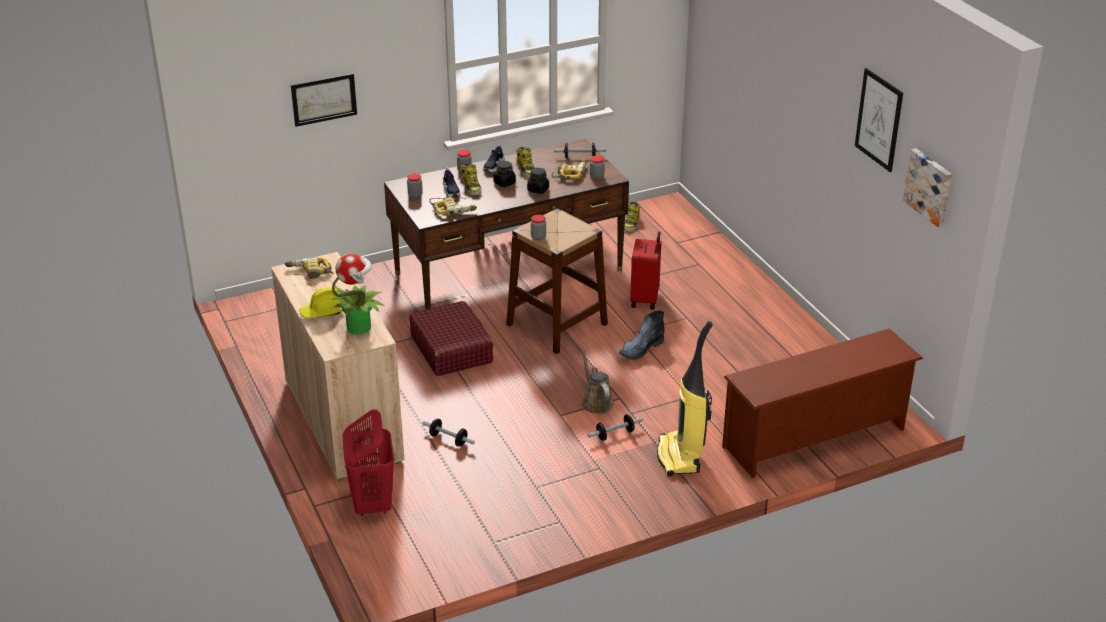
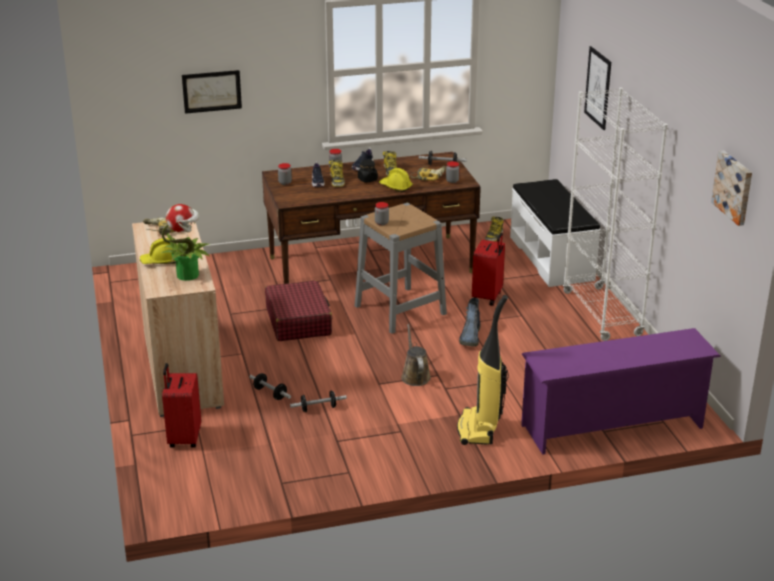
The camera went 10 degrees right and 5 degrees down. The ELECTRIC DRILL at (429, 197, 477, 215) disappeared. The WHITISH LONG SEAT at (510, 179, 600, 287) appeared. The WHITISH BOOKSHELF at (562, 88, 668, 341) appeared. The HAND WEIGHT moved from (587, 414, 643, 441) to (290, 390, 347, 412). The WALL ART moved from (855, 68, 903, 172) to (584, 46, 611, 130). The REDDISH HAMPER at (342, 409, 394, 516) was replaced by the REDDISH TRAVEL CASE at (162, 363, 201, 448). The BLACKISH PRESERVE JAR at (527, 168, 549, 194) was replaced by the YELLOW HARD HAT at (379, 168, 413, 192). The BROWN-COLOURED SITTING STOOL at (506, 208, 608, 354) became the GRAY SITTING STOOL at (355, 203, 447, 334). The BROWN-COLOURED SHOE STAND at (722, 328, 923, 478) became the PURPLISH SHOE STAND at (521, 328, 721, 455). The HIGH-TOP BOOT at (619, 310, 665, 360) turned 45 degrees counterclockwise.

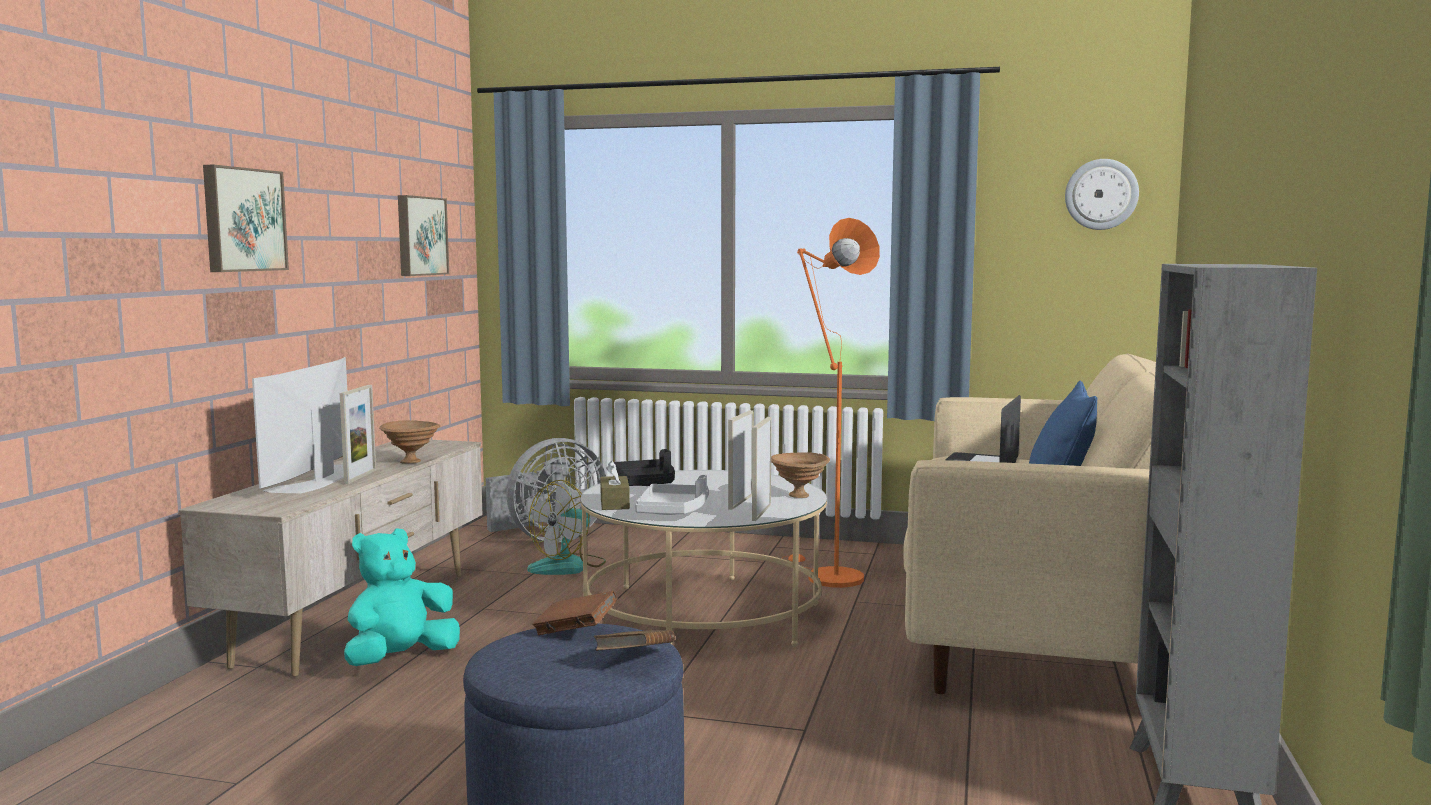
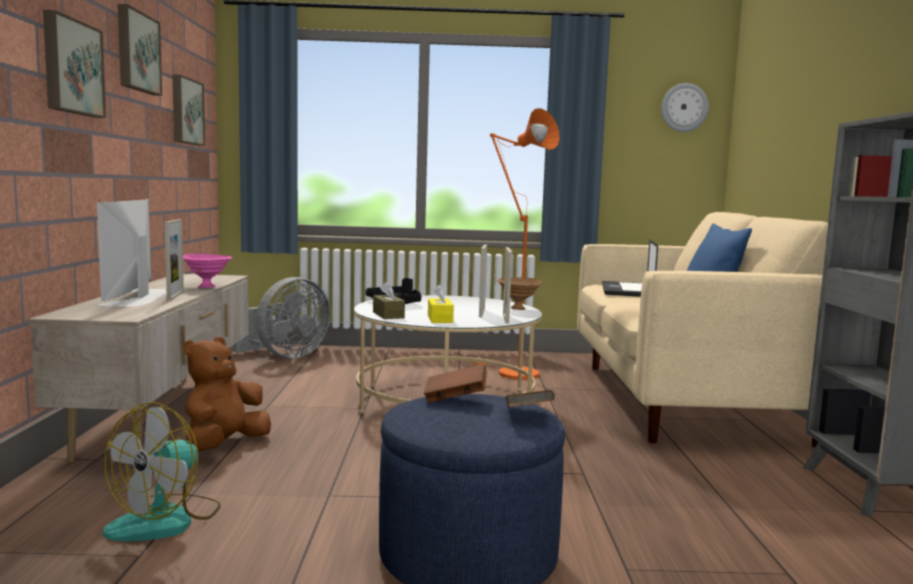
The camera went 15 degrees left and 0 degrees up. The WALL ART at (118, 4, 162, 96) appeared. The COOLING FAN moved from (528, 480, 606, 575) to (103, 402, 221, 541). The GRAY SERVING TRAY at (635, 475, 709, 515) was replaced by the YELLOW TISSUE BOX at (428, 284, 454, 323). The BLUE-GREEN PLUSH TOY at (344, 528, 460, 666) became the BROWN-COLOURED PLUSH TOY at (184, 337, 271, 451). The BROWN-COLOURED BOWL at (379, 420, 441, 464) became the PINKISH BOWL at (183, 254, 232, 288).

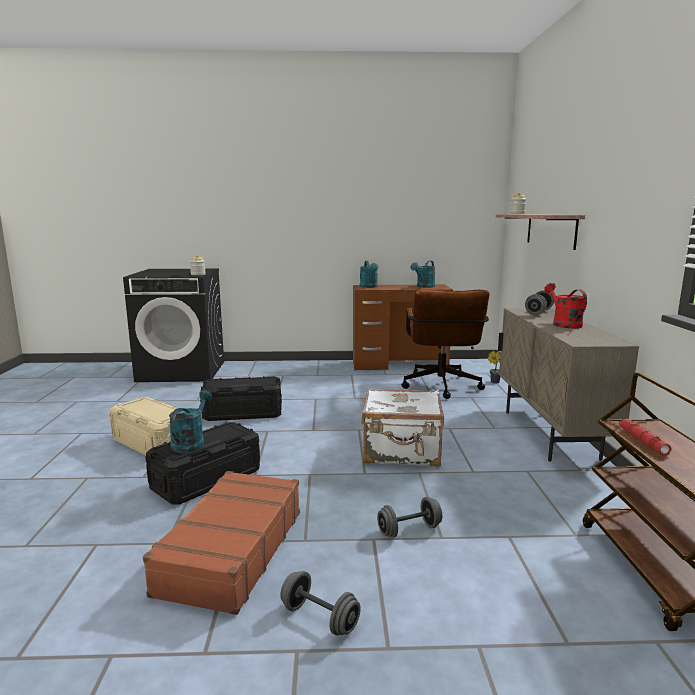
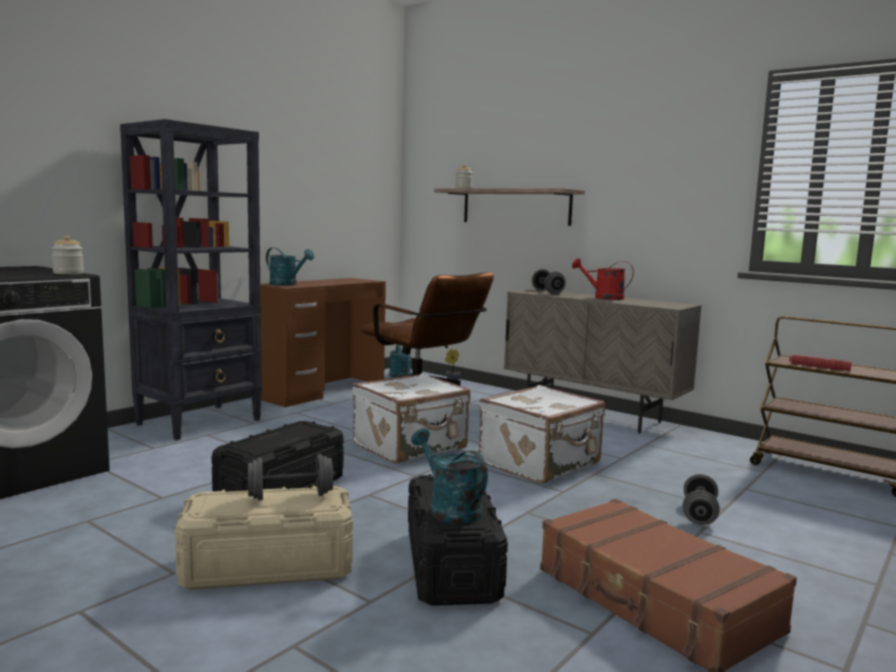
The camera went 50 degrees left and 5 degrees down. The BLACKISH BOOKSHELF at (120, 119, 262, 441) appeared. The WHITISH TRAVEL CASE at (353, 373, 470, 463) appeared. The GRAY HAND WEIGHT moved from (280, 571, 361, 636) to (244, 454, 336, 501). The BLUE-GREEN WATERING POT moved from (411, 261, 435, 288) to (389, 344, 411, 377).

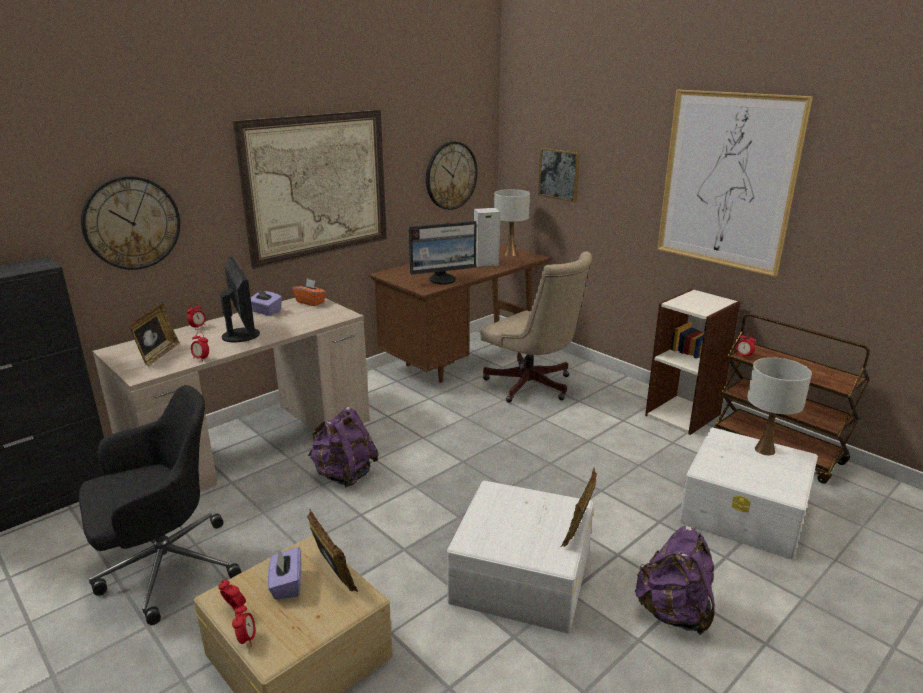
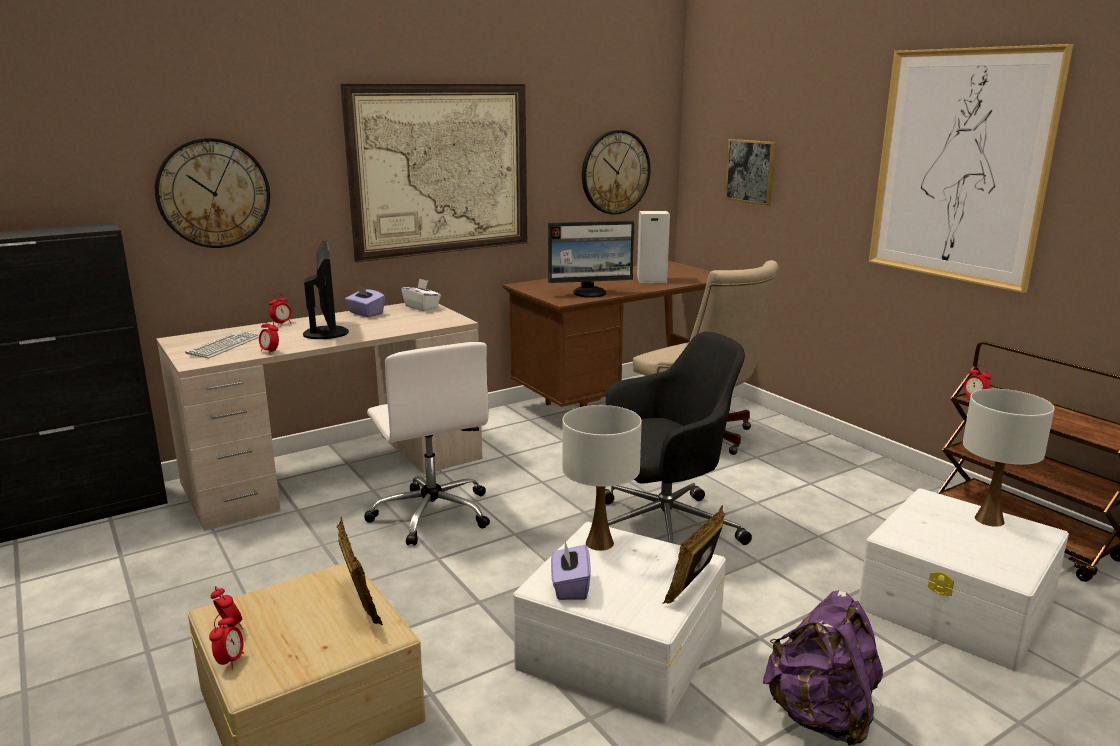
The camera went 10 degrees right and 5 degrees down. The BOOKSHELF at (645, 289, 741, 435) disappeared. The BLACKISH DESK CHAIR moved from (79, 385, 242, 625) to (605, 332, 752, 545). The PURPLISH TISSUE BOX moved from (268, 547, 301, 600) to (551, 541, 591, 600). The WHITISH TABLETOP LAMP moved from (494, 189, 530, 256) to (562, 405, 642, 551). The PICTURE FRAME at (130, 304, 180, 366) was replaced by the KEYBOARD at (185, 330, 259, 358). The PURPLISH BACKPACK at (308, 407, 379, 487) was replaced by the WHITISH DESK CHAIR at (364, 342, 490, 546). The ORANGE TISSUE BOX at (292, 279, 326, 306) became the WHITISH TISSUE BOX at (401, 278, 441, 311).

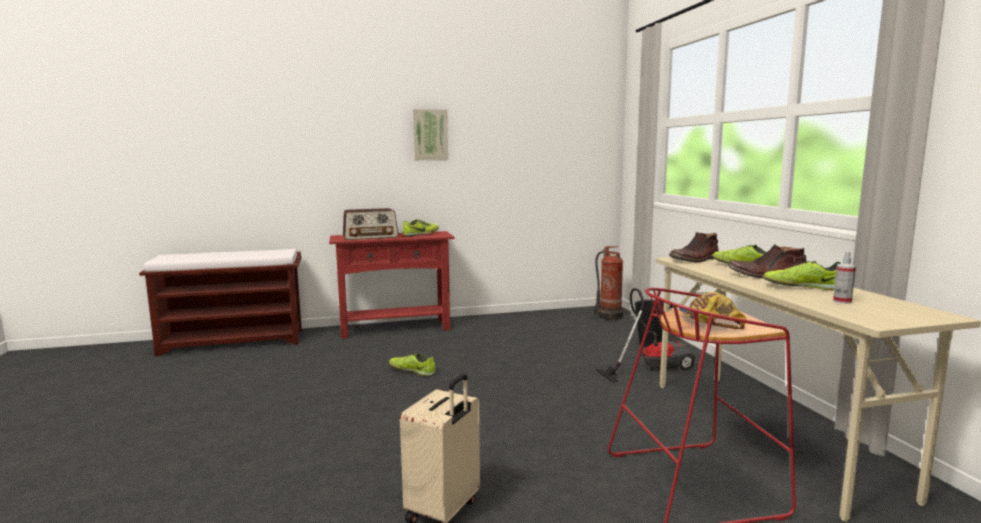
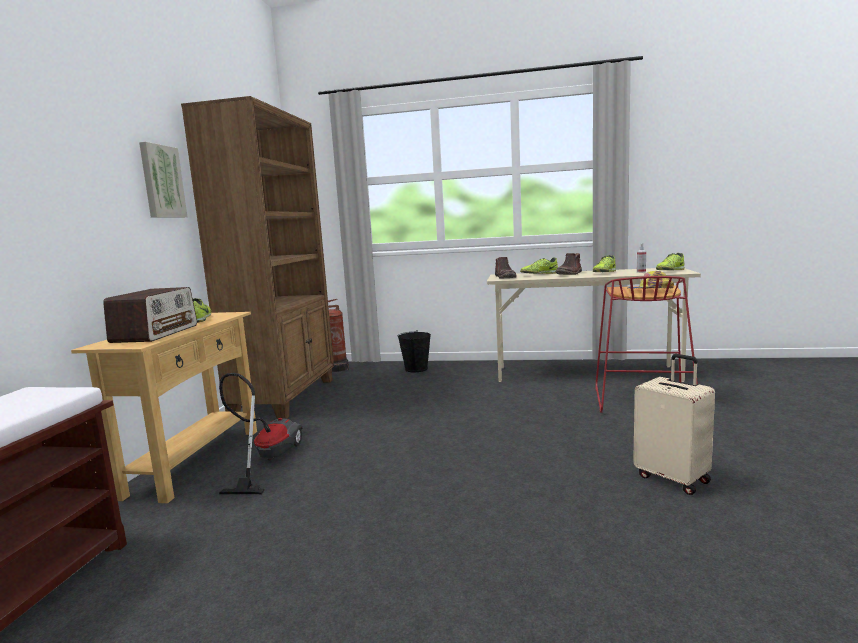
The camera went 65 degrees left and 0 degrees up. The BROWN-COLOURED BOOKSHELF at (181, 96, 334, 419) appeared. The LOW SHOE moved from (389, 353, 436, 376) to (656, 253, 685, 270). The HOOVER moved from (596, 288, 696, 383) to (219, 373, 303, 494). The REDDISH NARROW TABLE at (329, 231, 455, 339) became the SAND-COLOURED NARROW TABLE at (71, 312, 257, 503).

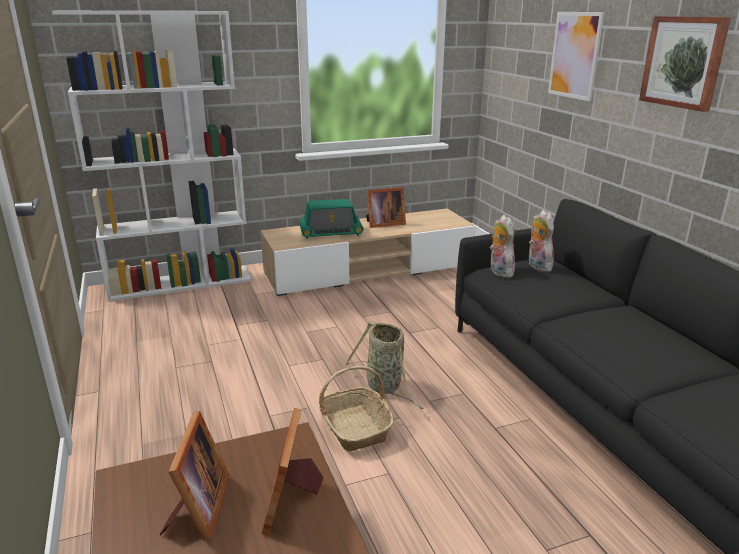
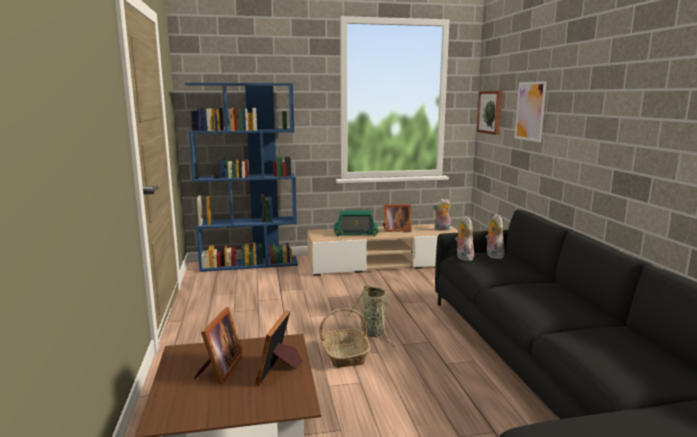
The camera went 10 degrees right and 10 degrees down. The PLUSH TOY at (433, 199, 451, 231) appeared. The WALL ART moved from (639, 16, 731, 112) to (477, 91, 502, 135). The WHITISH BOOKSHELF at (52, 11, 251, 302) became the BLUE-COLOURED BOOKSHELF at (185, 83, 298, 272).

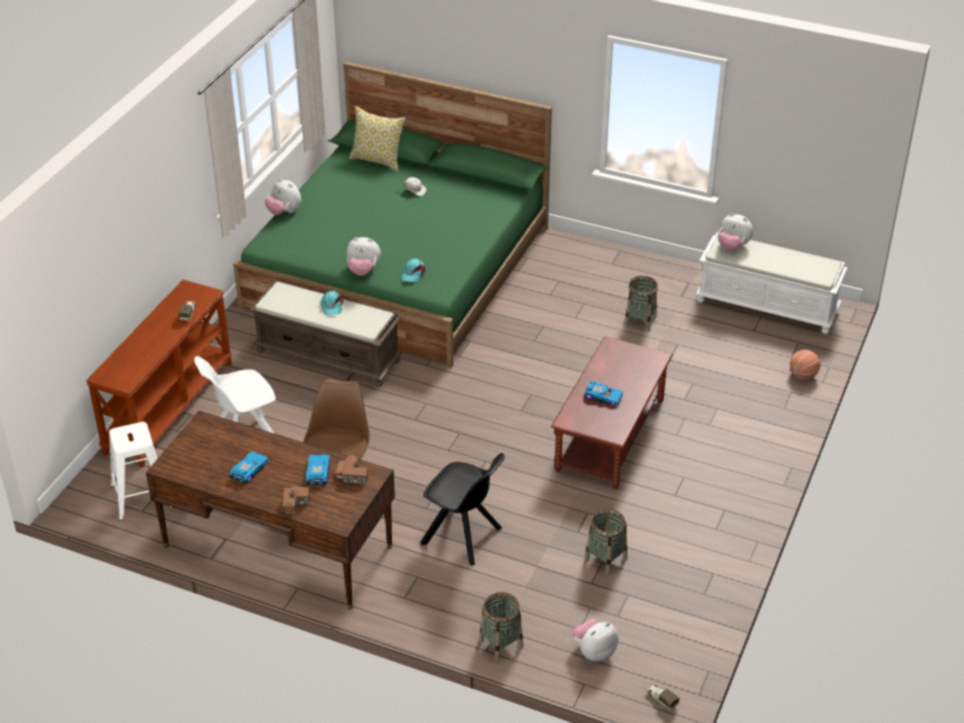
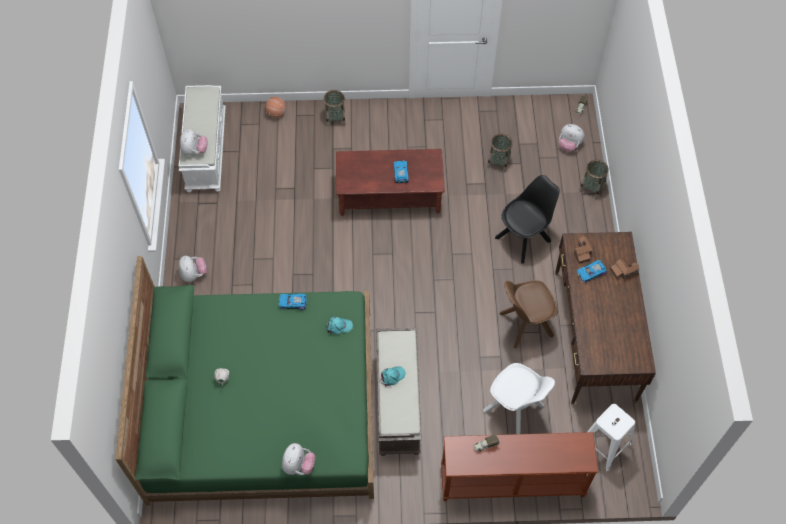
The camera went 115 degrees left and 20 degrees up. The PILLOW at (349, 106, 405, 171) disappeared. The TOY CAR moved from (230, 451, 269, 484) to (279, 294, 307, 310). The PLUSH TOY moved from (347, 237, 381, 276) to (179, 256, 207, 282). The HOUSEHOLD BASKET moved from (624, 276, 658, 331) to (324, 90, 346, 127). The BLACKISH PLAIN CHAIR at (420, 453, 505, 565) turned 45 degrees clockwise.

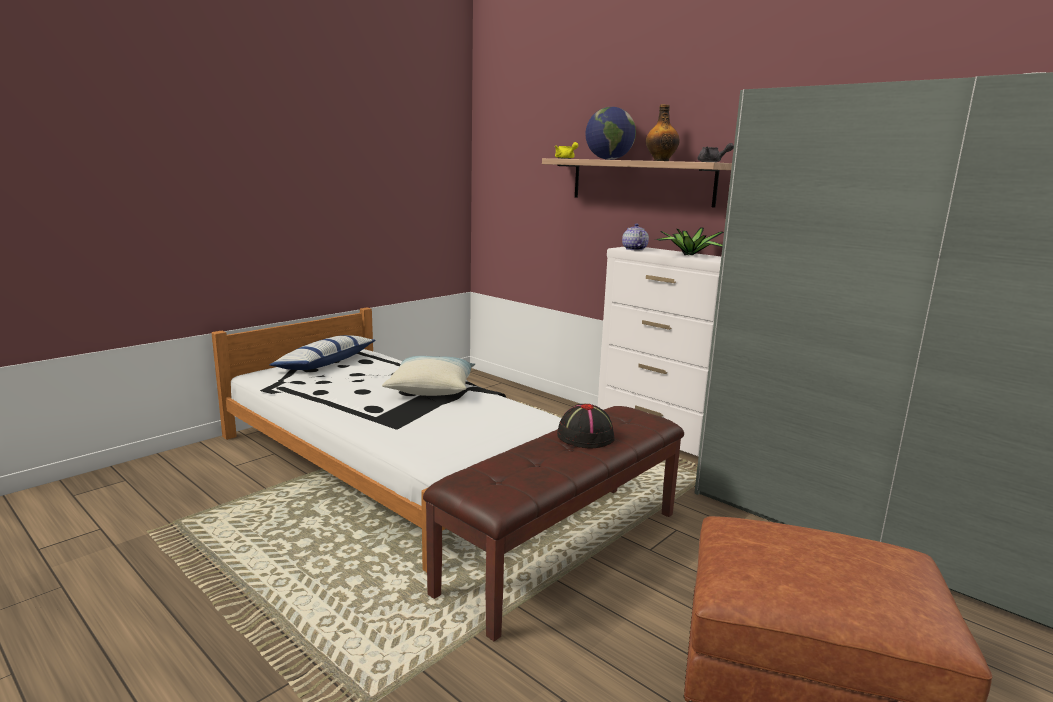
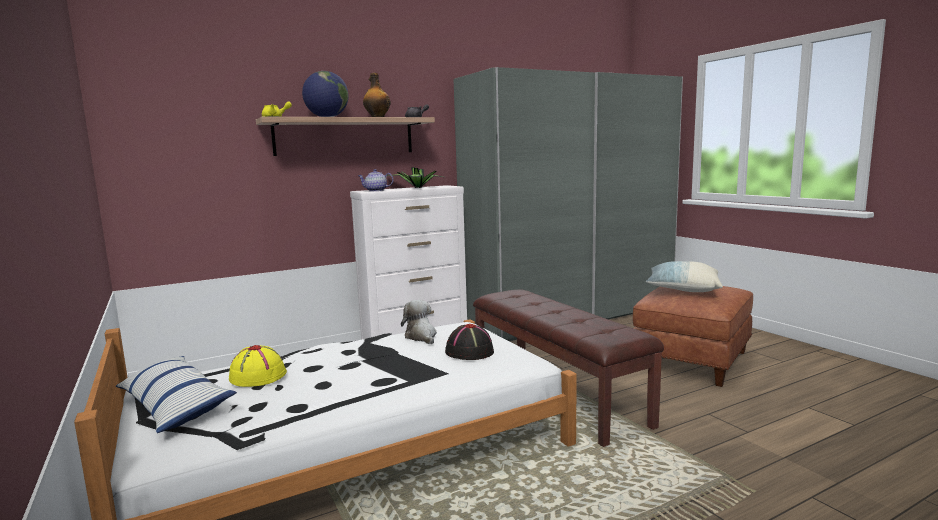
The camera went 70 degrees left and 5 degrees down. The YELLOW HAT at (229, 345, 287, 387) appeared. The PLUSH TOY at (401, 299, 437, 344) appeared. The PILLOW moved from (382, 356, 475, 396) to (646, 261, 723, 292). The BLACKISH HAT moved from (557, 404, 615, 449) to (445, 324, 494, 360).

